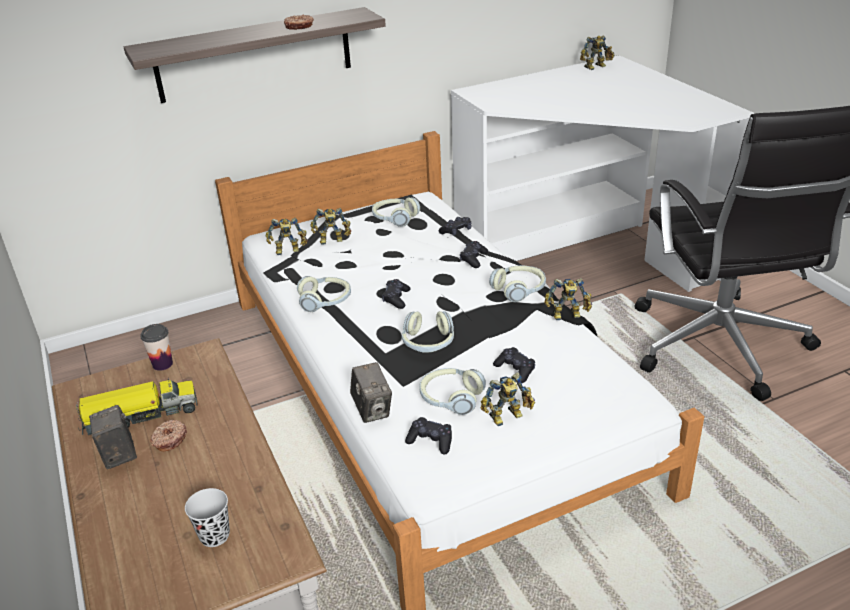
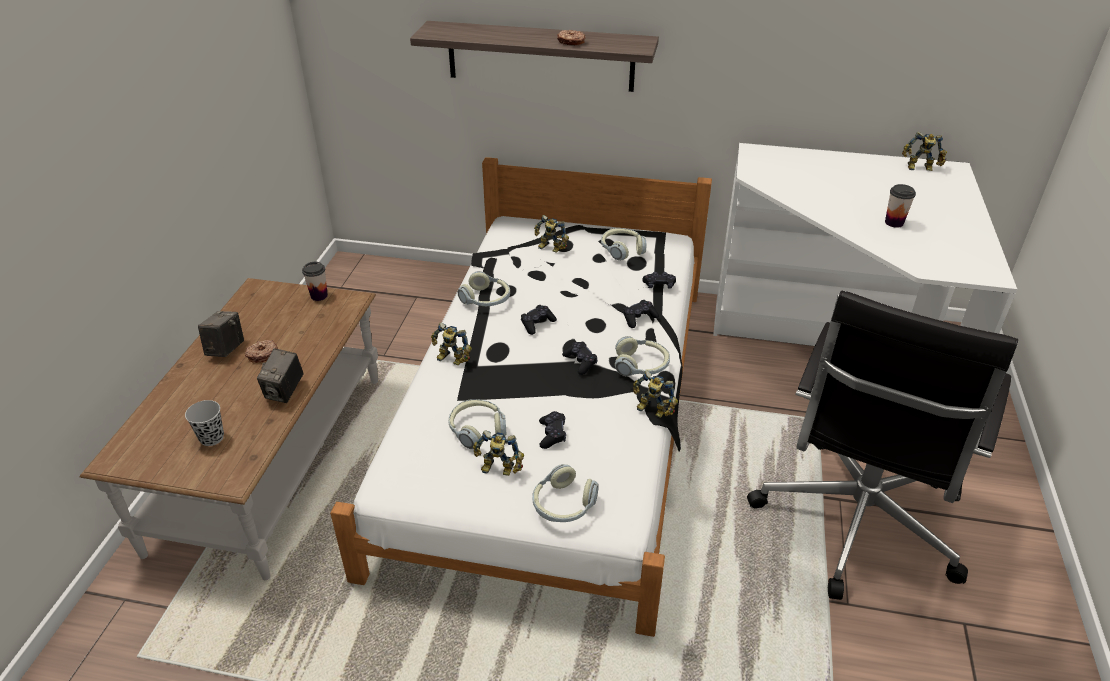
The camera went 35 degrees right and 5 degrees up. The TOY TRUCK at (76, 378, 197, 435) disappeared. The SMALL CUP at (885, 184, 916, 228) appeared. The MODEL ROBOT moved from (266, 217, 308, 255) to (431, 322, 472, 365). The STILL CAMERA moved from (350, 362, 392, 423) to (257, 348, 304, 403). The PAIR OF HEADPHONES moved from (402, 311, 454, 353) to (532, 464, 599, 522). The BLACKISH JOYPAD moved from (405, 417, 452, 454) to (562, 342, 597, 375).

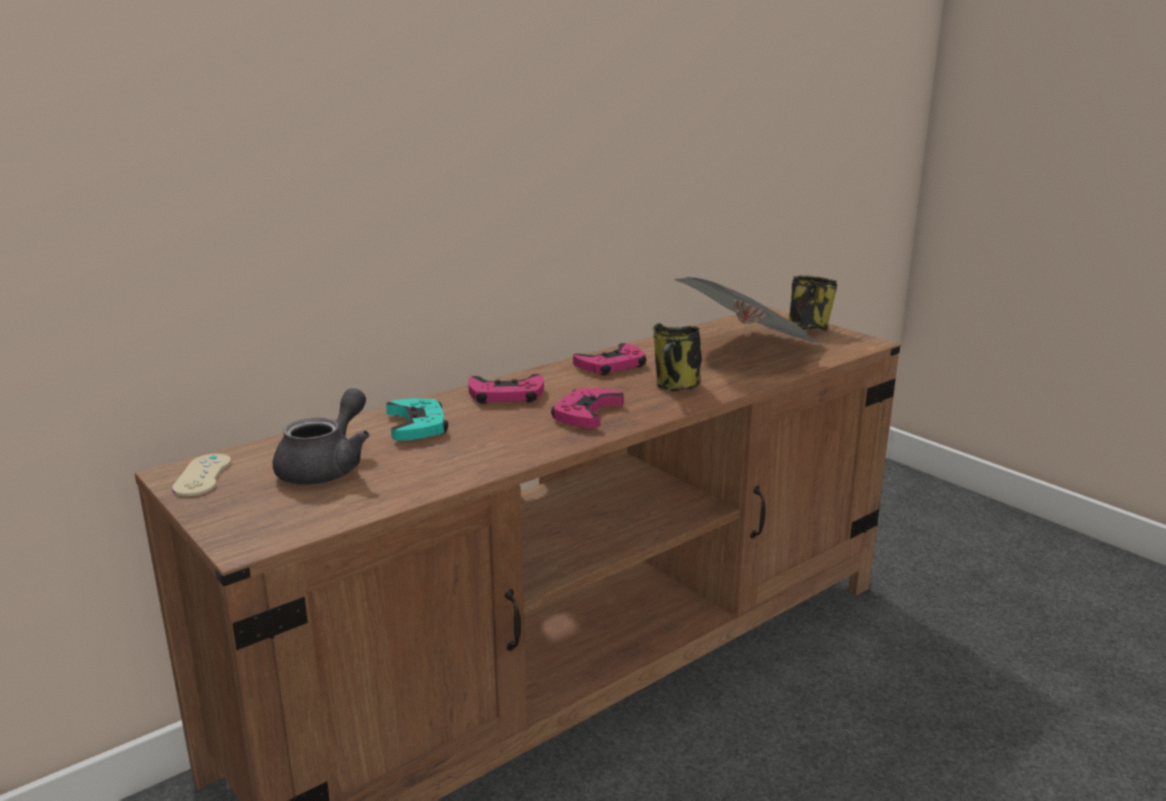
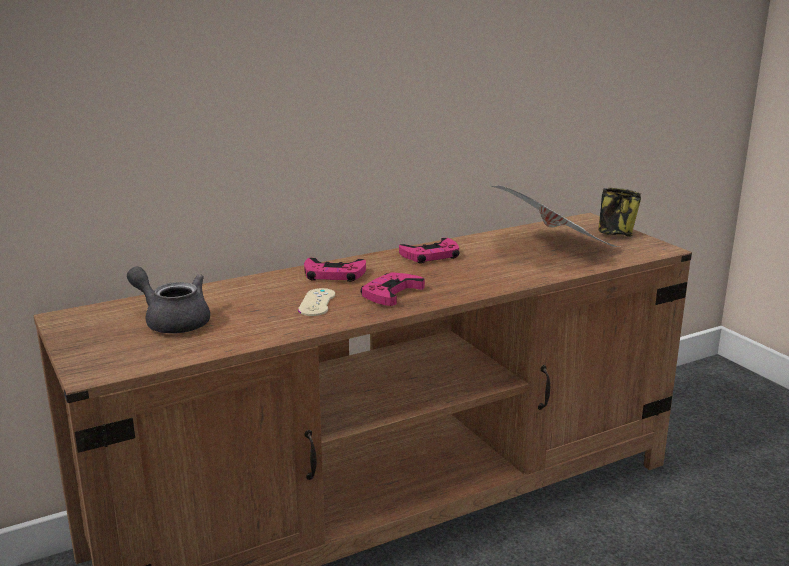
The camera went 10 degrees right and 0 degrees up. The BLUE-GREEN JOYPAD at (386, 399, 448, 441) disappeared. The MUG at (653, 323, 702, 391) disappeared. The SAND-COLOURED JOYPAD moved from (172, 454, 231, 496) to (298, 288, 335, 316). The GRAY POT FOR TEA at (273, 388, 370, 485) turned 90 degrees counterclockwise.

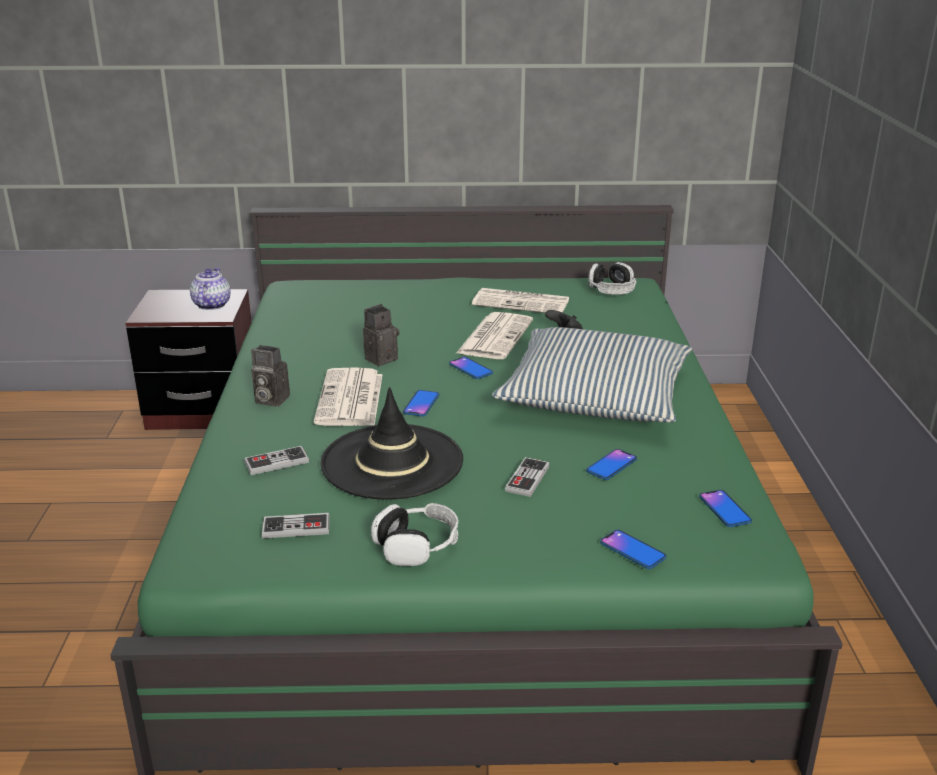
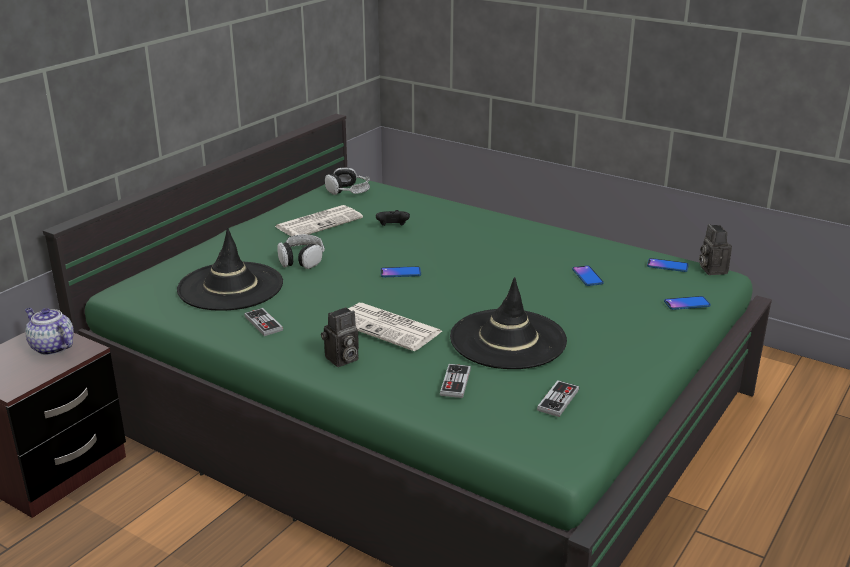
The camera went 55 degrees left and 0 degrees up. The PHONE at (403, 390, 439, 417) disappeared. The DAILY PAPER at (456, 312, 533, 359) disappeared. The PILLOW at (492, 327, 692, 423) disappeared. The BLACKISH HAT at (177, 228, 283, 311) appeared. The STILL CAMERA moved from (363, 304, 399, 366) to (699, 224, 732, 275). The PAIR OF HEADPHONES moved from (371, 503, 459, 566) to (277, 234, 325, 269). The JOYPAD moved from (505, 457, 550, 497) to (244, 308, 283, 336).

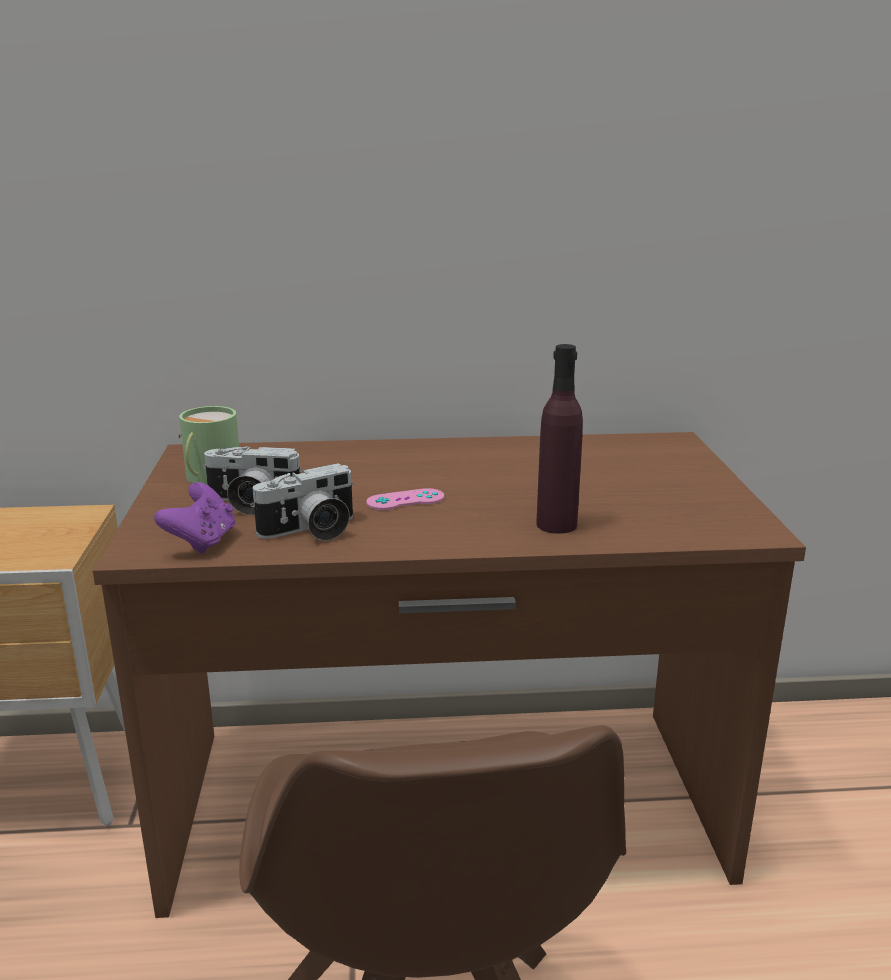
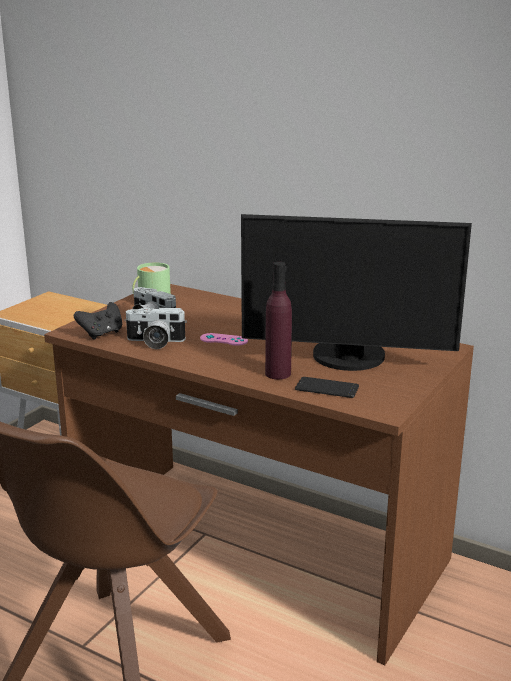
The camera went 35 degrees right and 0 degrees up. The COMPUTER DISPLAY at (241, 214, 472, 371) appeared. The PHONE at (295, 377, 359, 398) appeared. The PURPLISH JOYPAD at (154, 482, 235, 554) became the BLACKISH JOYPAD at (74, 302, 122, 340).

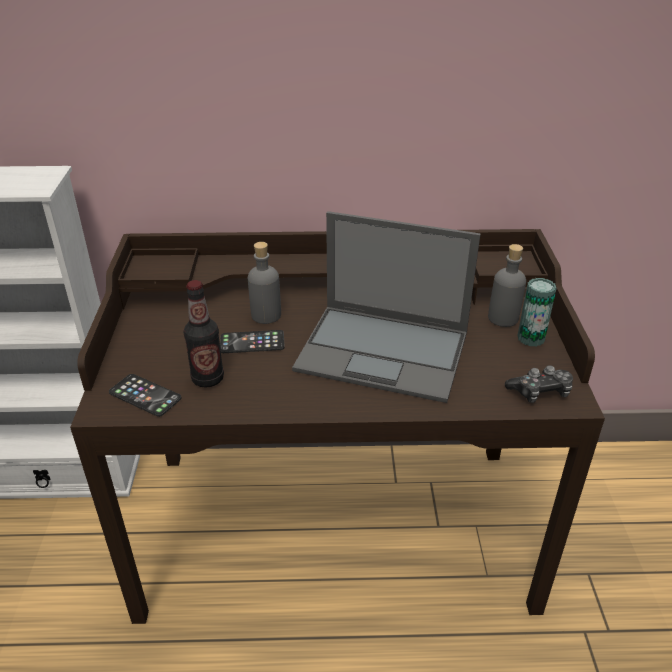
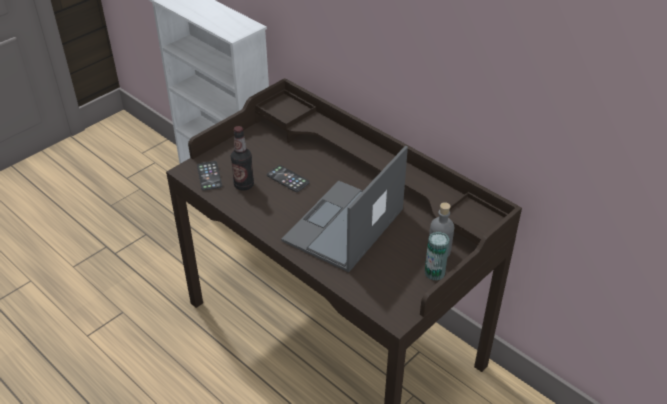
The camera went 45 degrees right and 5 degrees up. The GRAY BEVERAGE BOTTLE at (248, 242, 281, 324) disappeared. The JOYPAD at (505, 365, 573, 403) disappeared. The LAPTOP at (292, 211, 480, 403) turned 60 degrees clockwise.

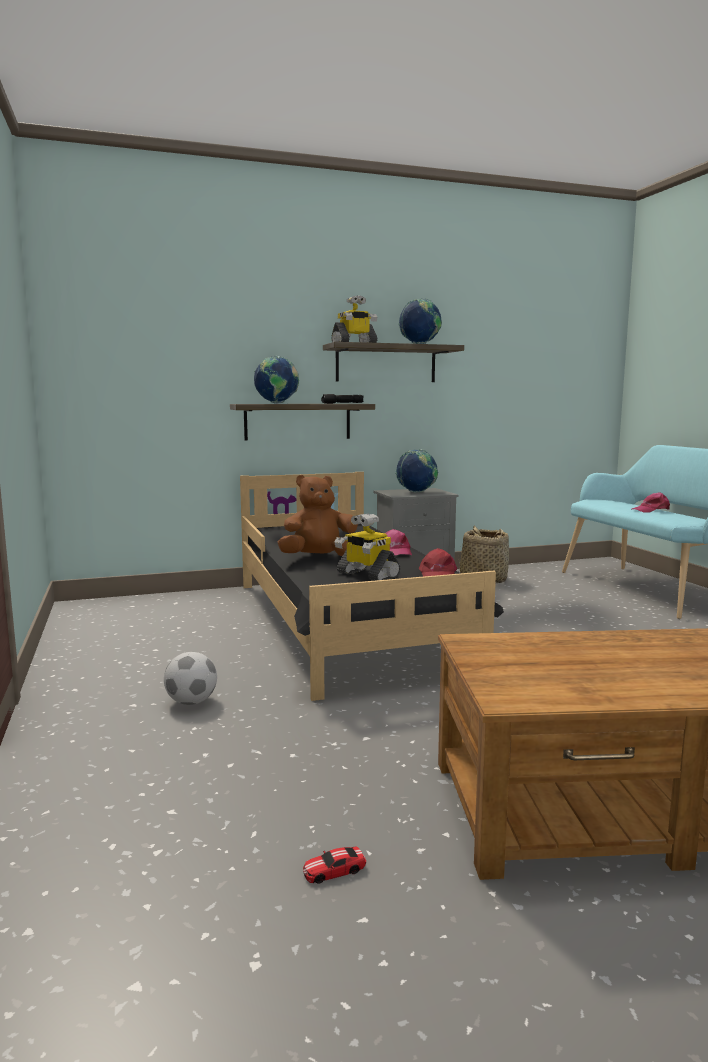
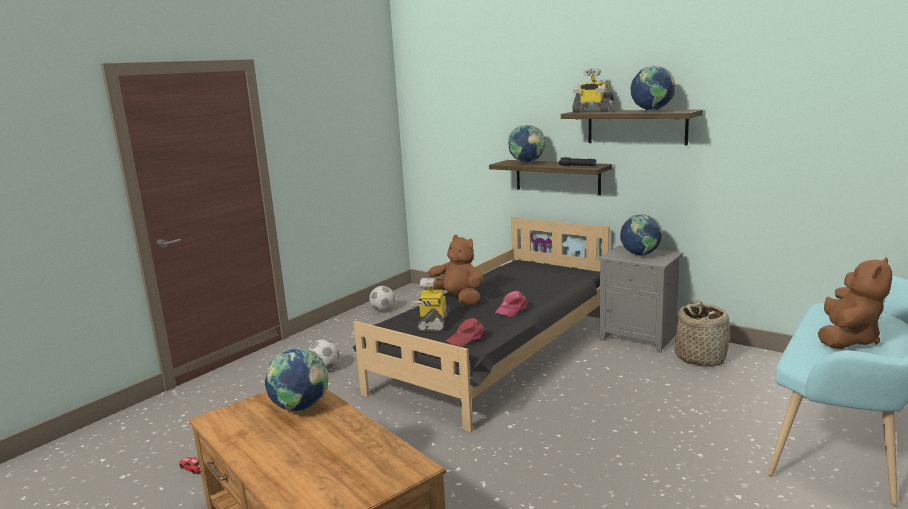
The camera went 55 degrees right and 5 degrees up. The DESK GLOBE at (265, 348, 329, 412) appeared. The BALL FOR FOOTBALL at (369, 286, 395, 311) appeared. The PINKISH BASEBALL CAP at (632, 492, 670, 513) was replaced by the BROWN-COLOURED PLUSH TOY at (818, 257, 892, 349).

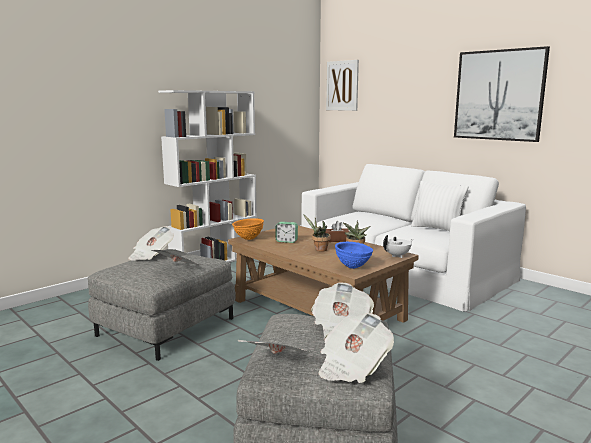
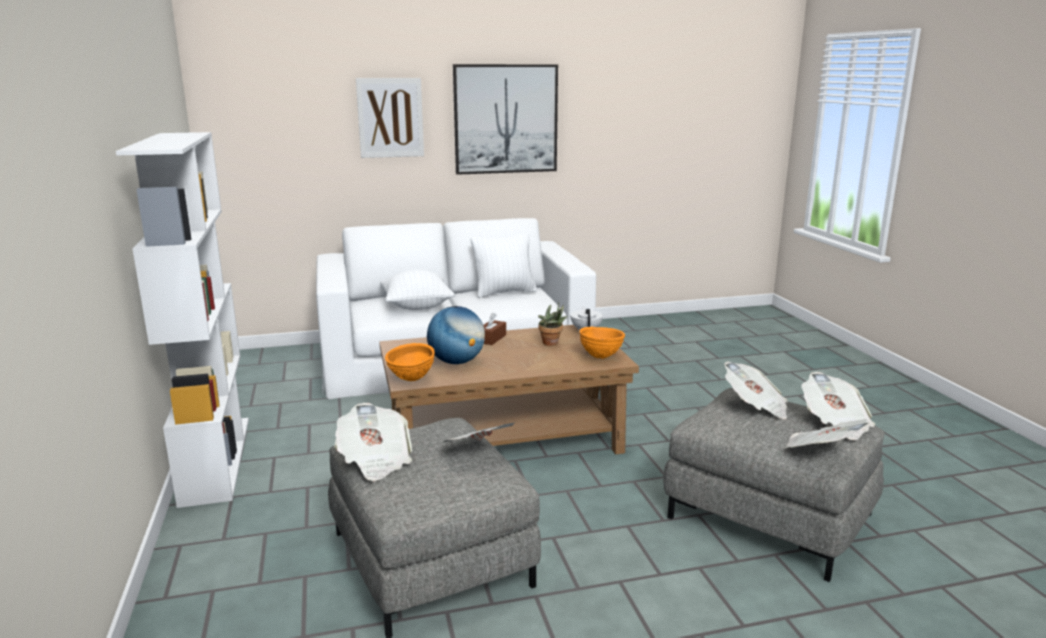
The camera went 60 degrees left and 5 degrees up. The HOUSEPLANT at (303, 214, 331, 252) disappeared. The WHITISH PILLOW at (380, 270, 455, 310) appeared. The WALL ART moved from (326, 60, 359, 111) to (356, 78, 424, 158). The ALARM CLOCK at (276, 222, 298, 243) was replaced by the DESK GLOBE at (427, 306, 485, 364). The BLUE-COLOURED BOWL at (335, 242, 373, 269) became the ORANGE BOWL at (579, 327, 625, 359).

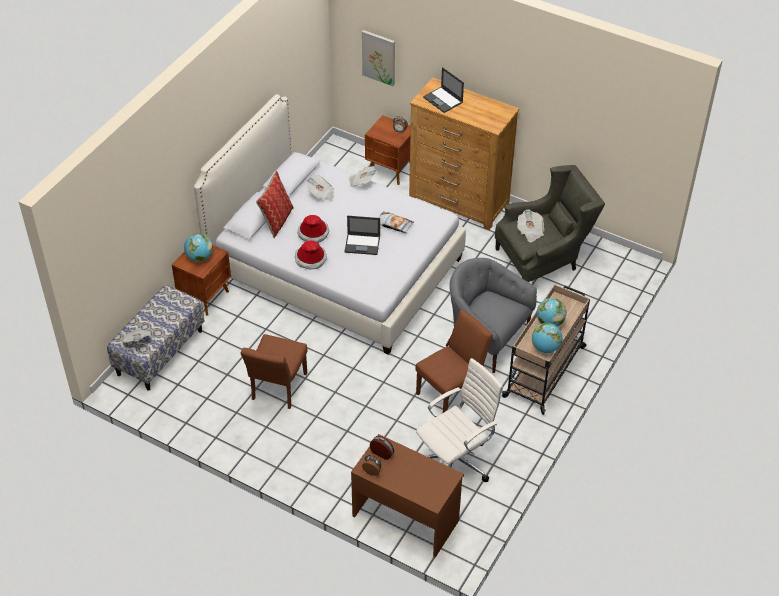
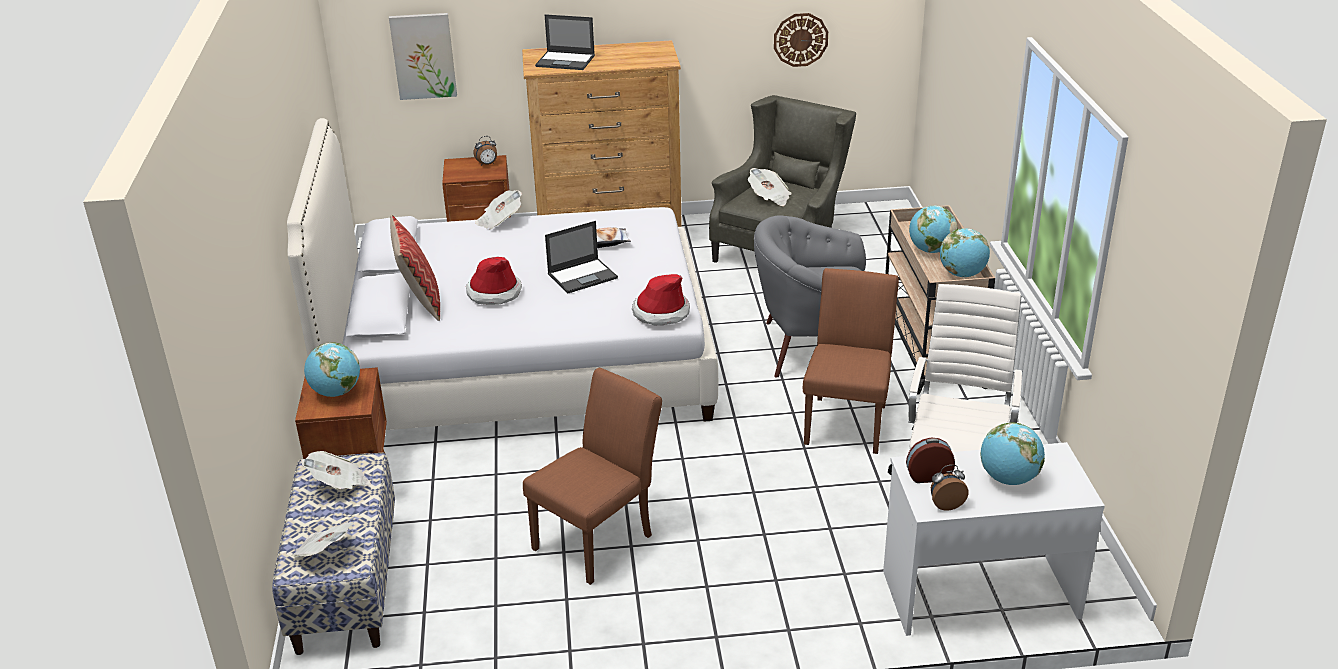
The camera went 35 degrees left and 15 degrees down. The HANGING CLOCK at (774, 13, 828, 67) appeared. The DESK GLOBE at (980, 423, 1045, 485) appeared. The HAT moved from (295, 241, 327, 270) to (632, 274, 690, 325). The DAILY PAPER moved from (307, 175, 334, 201) to (301, 451, 371, 490). The BROWN-COLOURED DESK UNIT at (351, 434, 464, 558) became the WHITISH DESK UNIT at (883, 442, 1105, 636). The BROWN-COLOURED PLAIN CHAIR at (241, 334, 307, 409) turned 120 degrees counterclockwise.

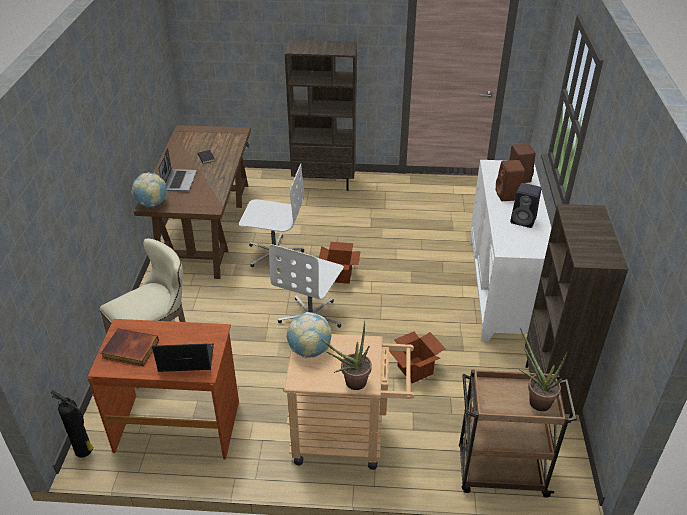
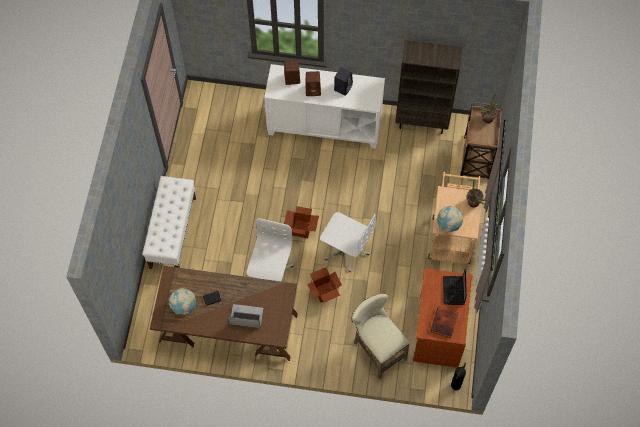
The camera went 85 degrees left and 25 degrees up. The DESK GLOBE moved from (131, 172, 167, 207) to (169, 288, 196, 315). The PACKING BOX moved from (389, 331, 446, 383) to (307, 267, 342, 303). The BROWN-COLOURED BOOKSHELF at (284, 40, 357, 191) was replaced by the WHITISH LONG SEAT at (142, 176, 196, 269).

